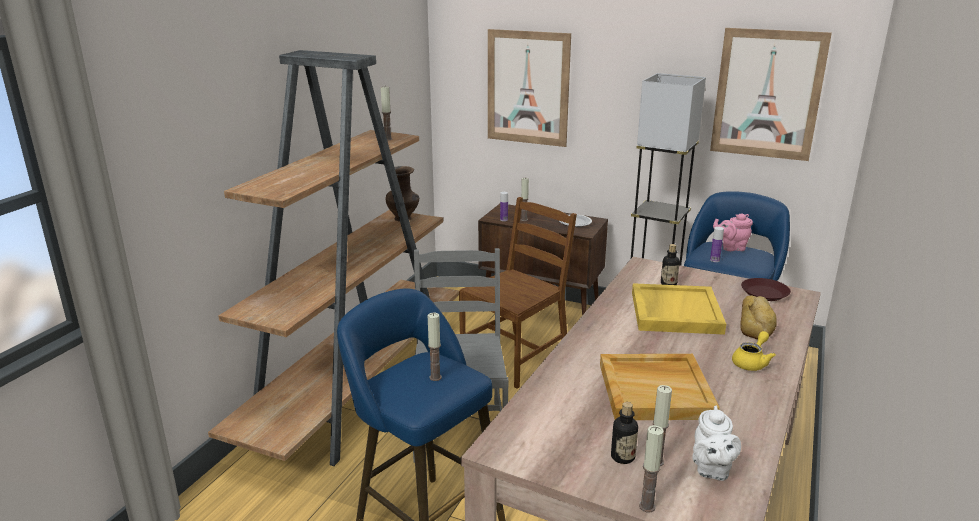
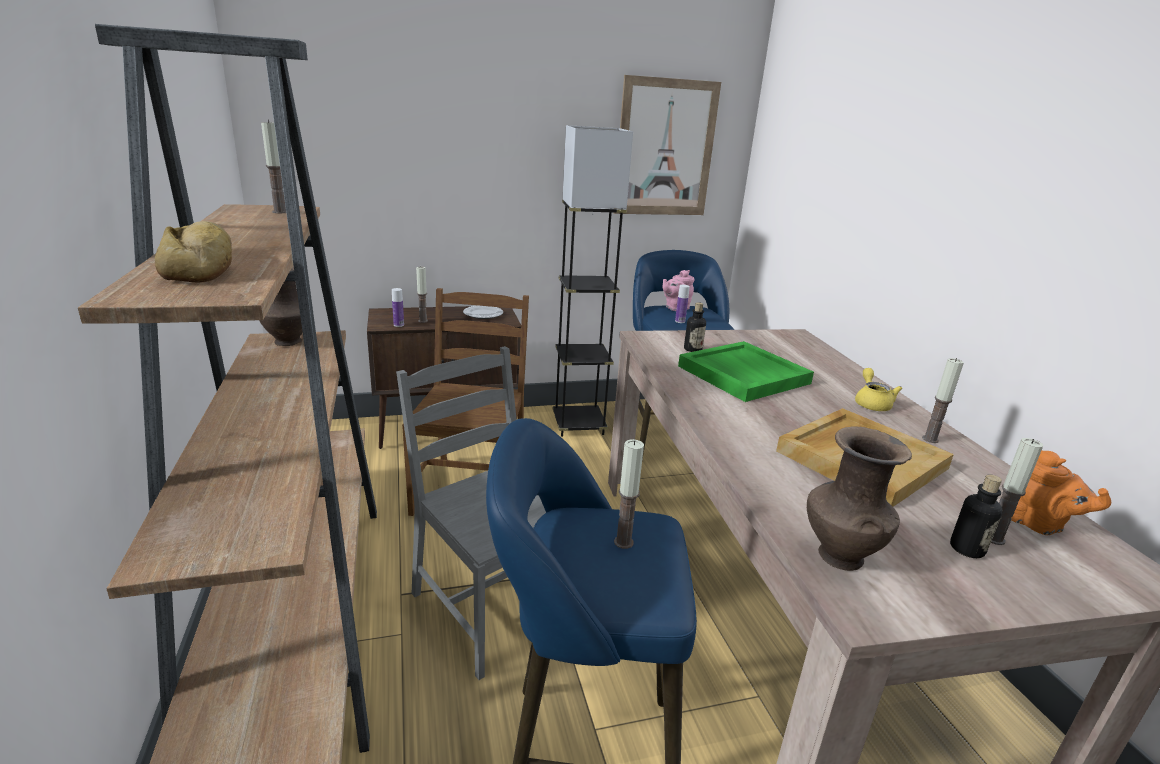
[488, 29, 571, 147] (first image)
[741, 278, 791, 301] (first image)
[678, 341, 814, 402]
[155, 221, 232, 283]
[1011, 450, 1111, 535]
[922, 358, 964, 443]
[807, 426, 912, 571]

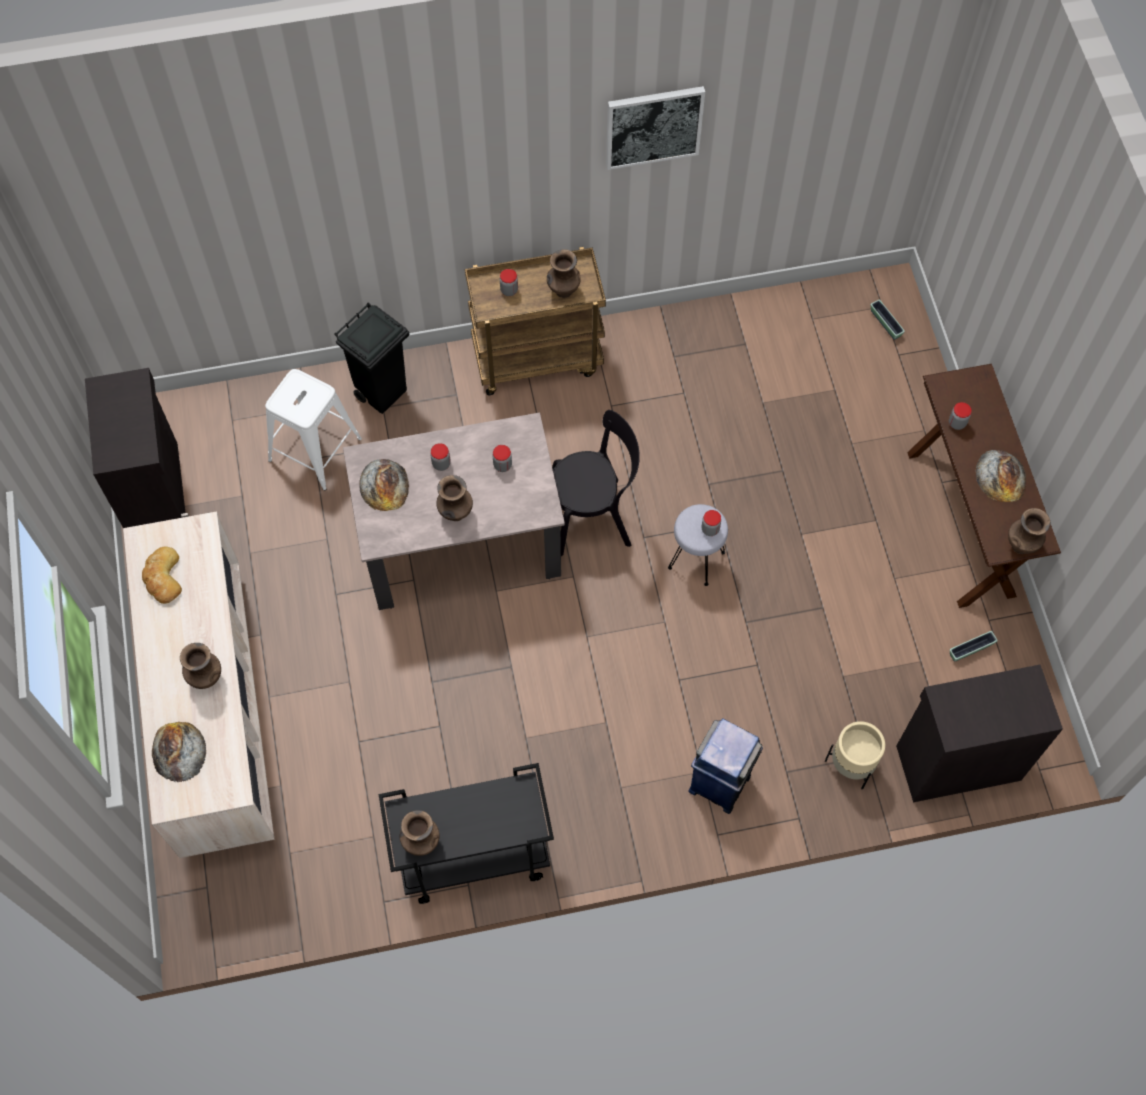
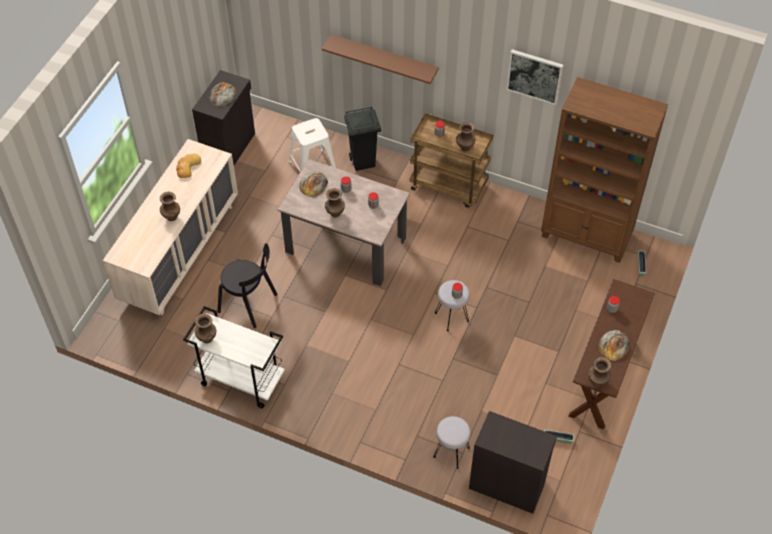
[217, 243, 277, 328]
[688, 718, 763, 814] (first image)
[433, 416, 470, 469]
[209, 82, 236, 107]
[183, 306, 285, 408]
[322, 34, 439, 84]
[541, 77, 668, 263]

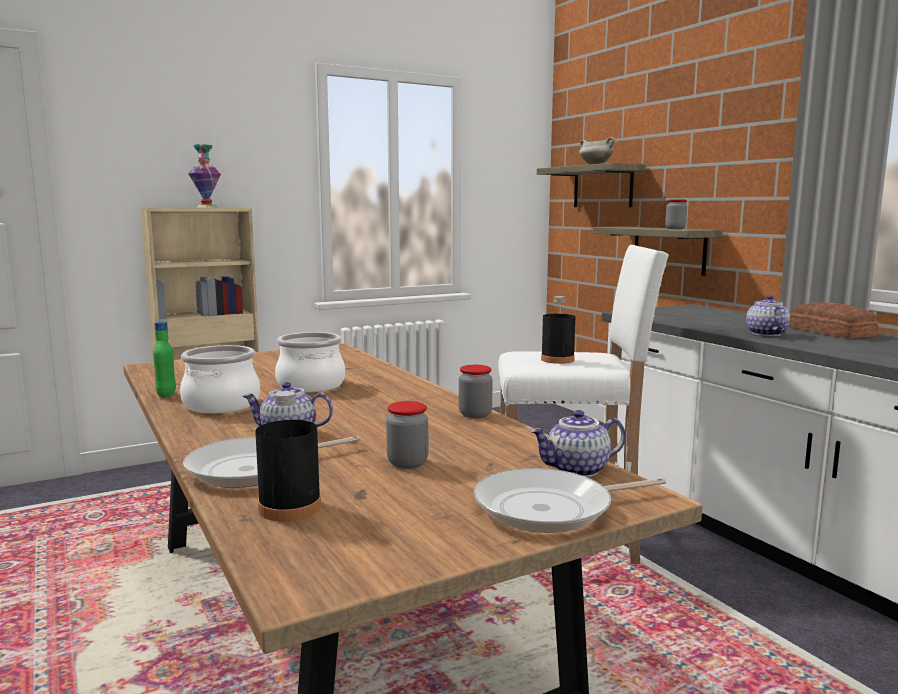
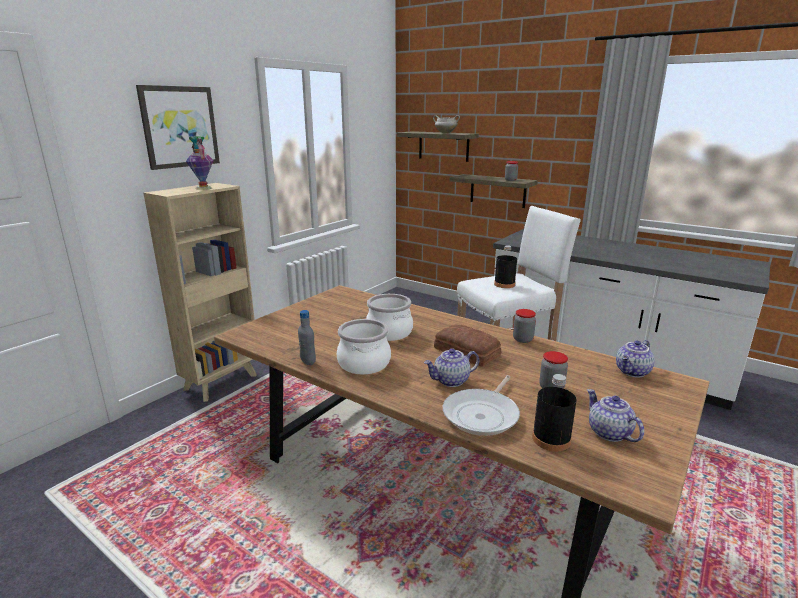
[587, 389, 644, 442]
[434, 324, 501, 367]
[298, 310, 316, 365]
[474, 468, 666, 533] (first image)
[136, 85, 220, 170]

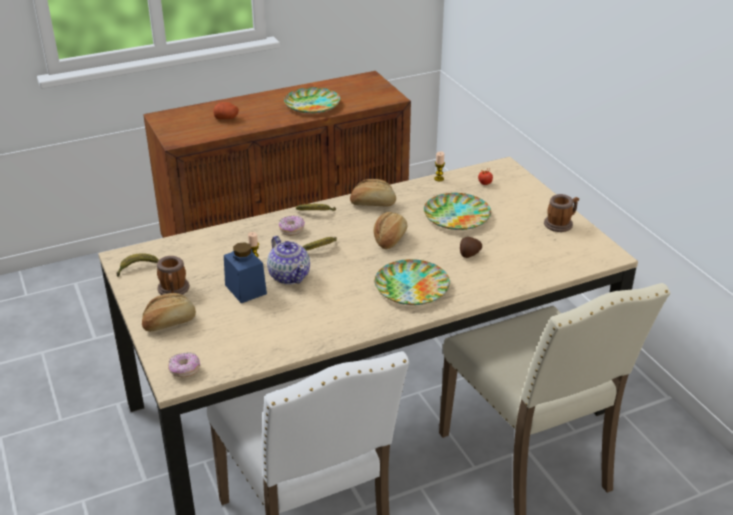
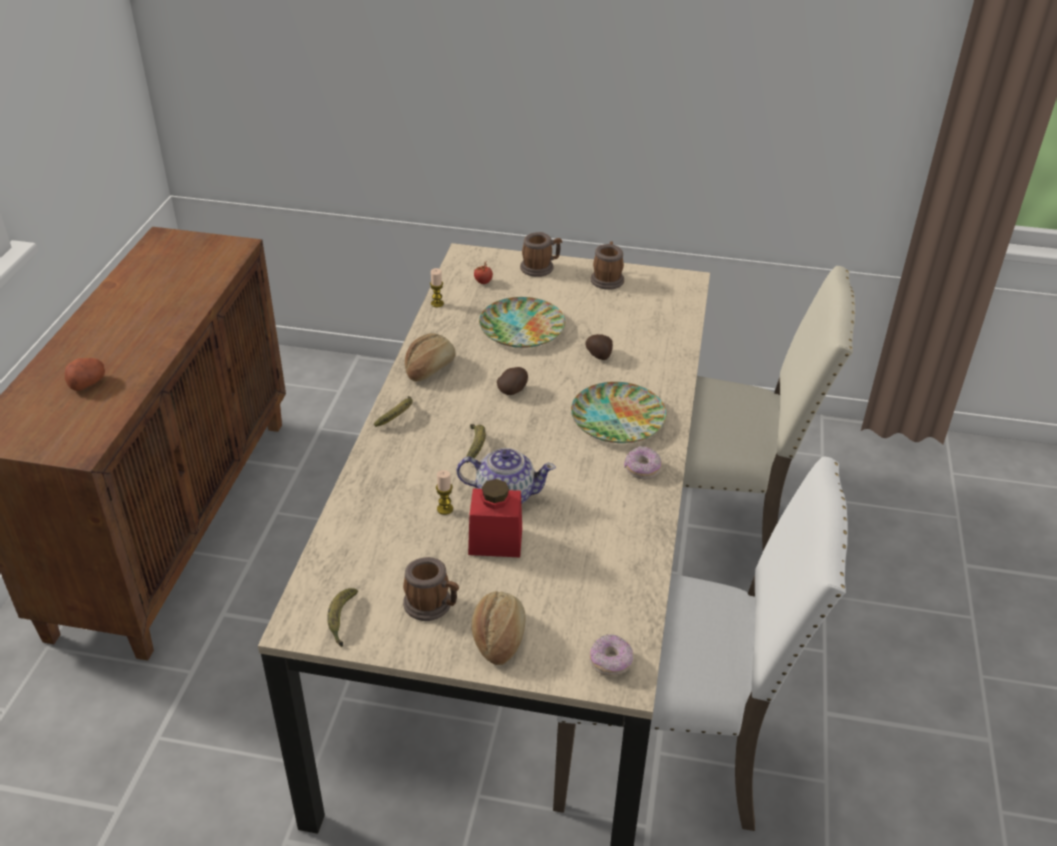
[284, 87, 340, 113] (first image)
[497, 367, 528, 395]
[624, 446, 662, 479]
[468, 479, 522, 557]
[520, 232, 562, 277]

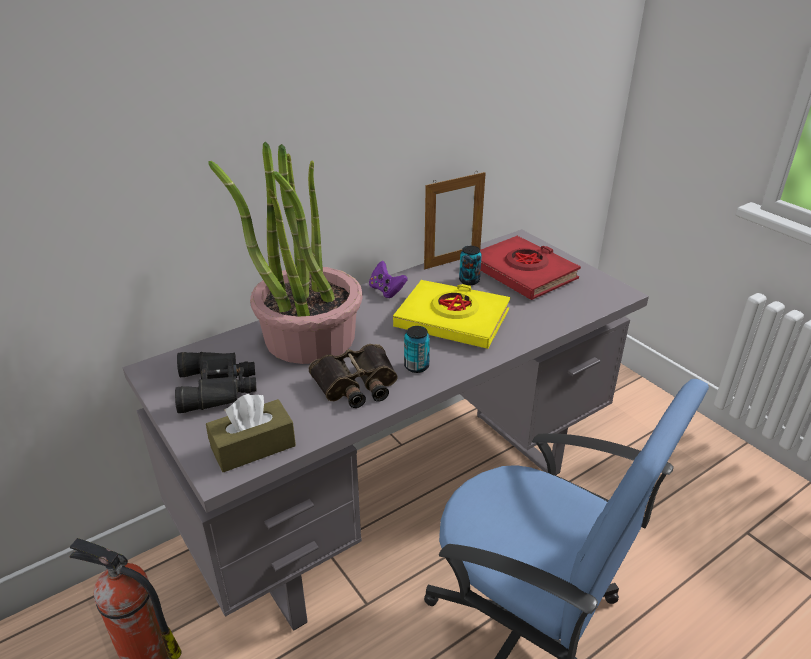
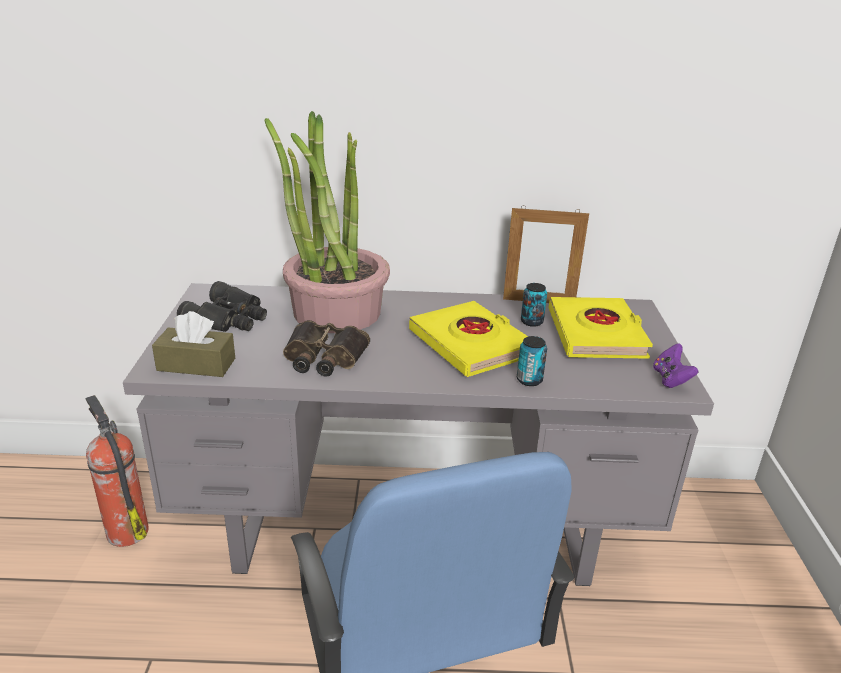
[549, 297, 653, 359]
[653, 344, 698, 388]
[517, 336, 547, 386]

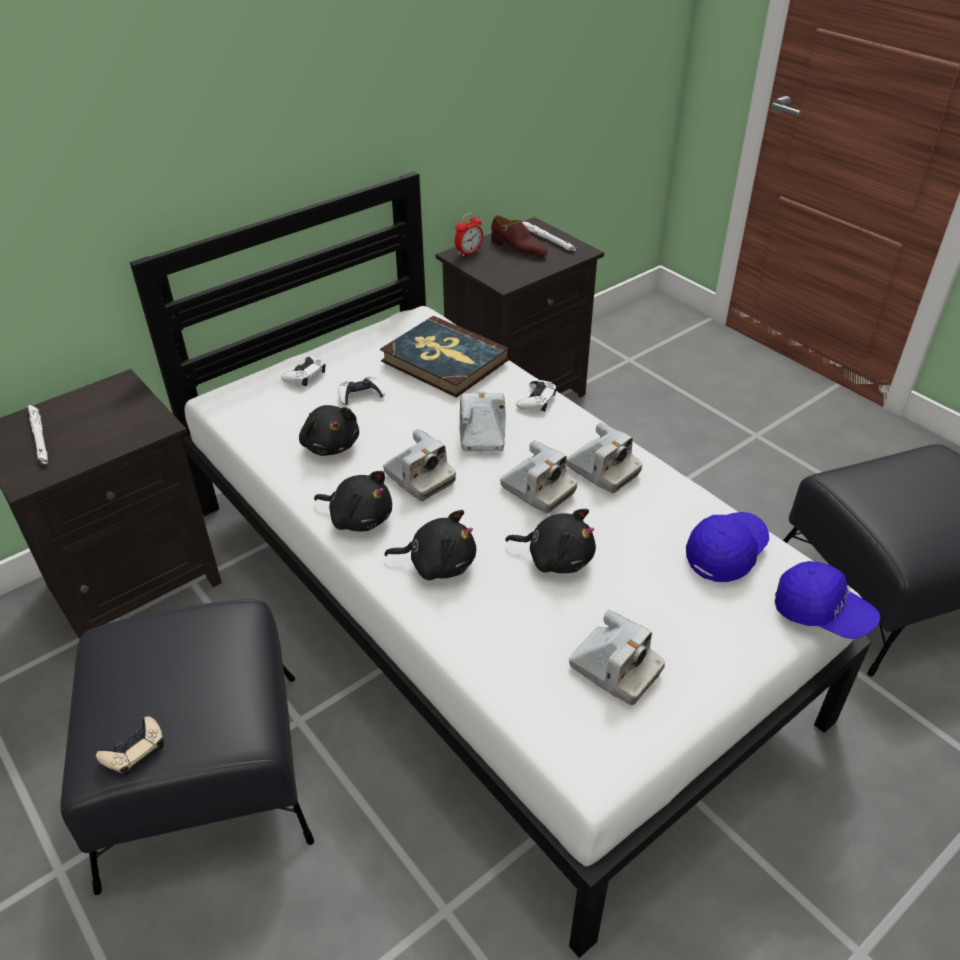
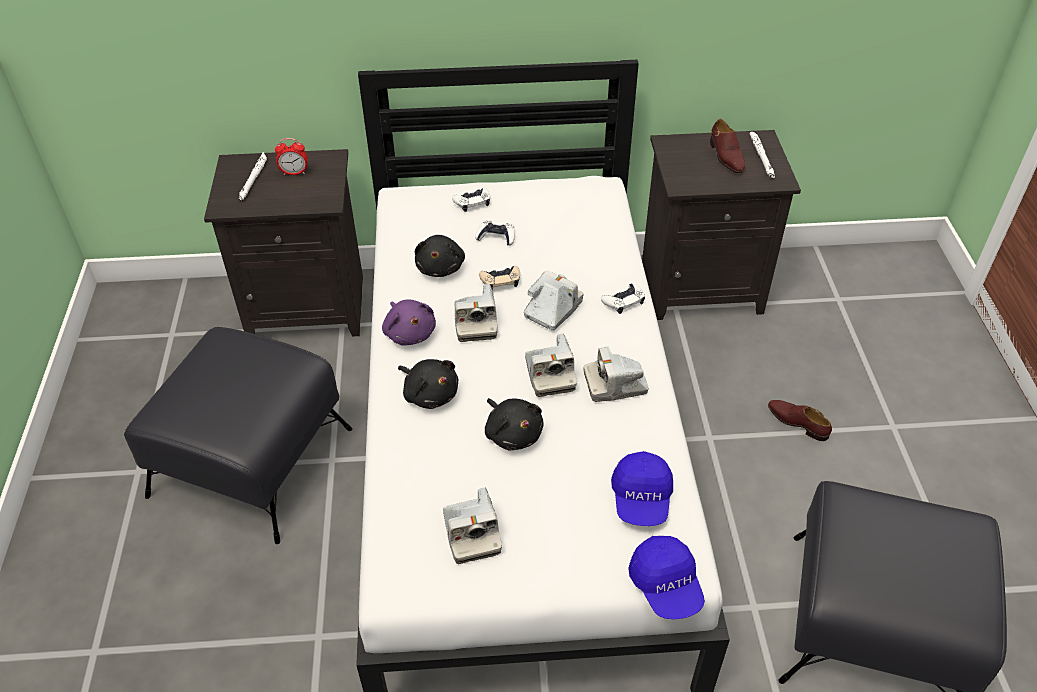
[275, 138, 308, 175]
[380, 316, 510, 398] (first image)
[583, 347, 649, 402]
[382, 299, 436, 346]
[611, 451, 673, 526]
[479, 266, 520, 290]
[768, 400, 832, 441]

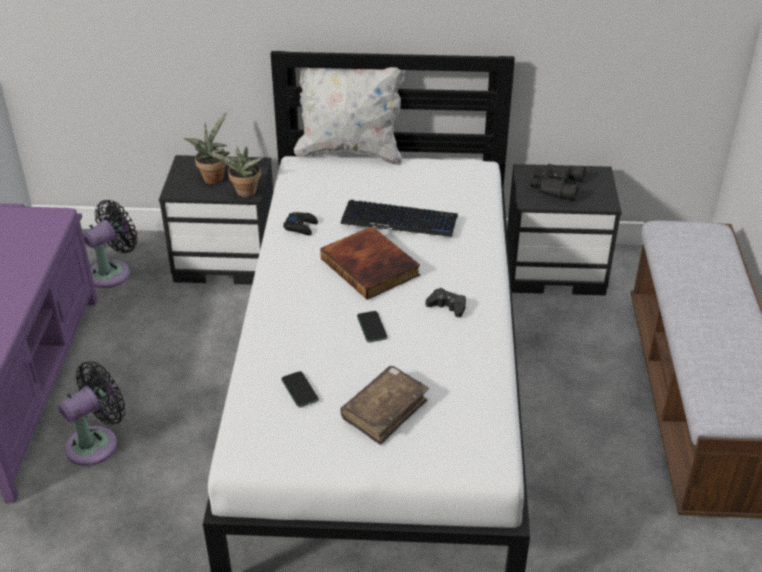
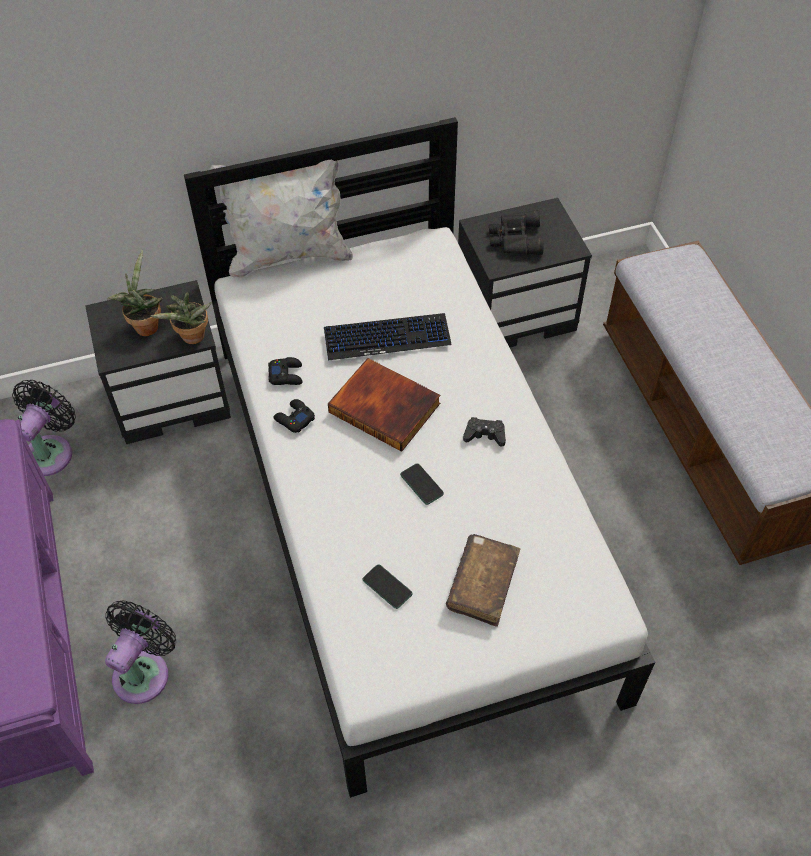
[273, 399, 315, 433]

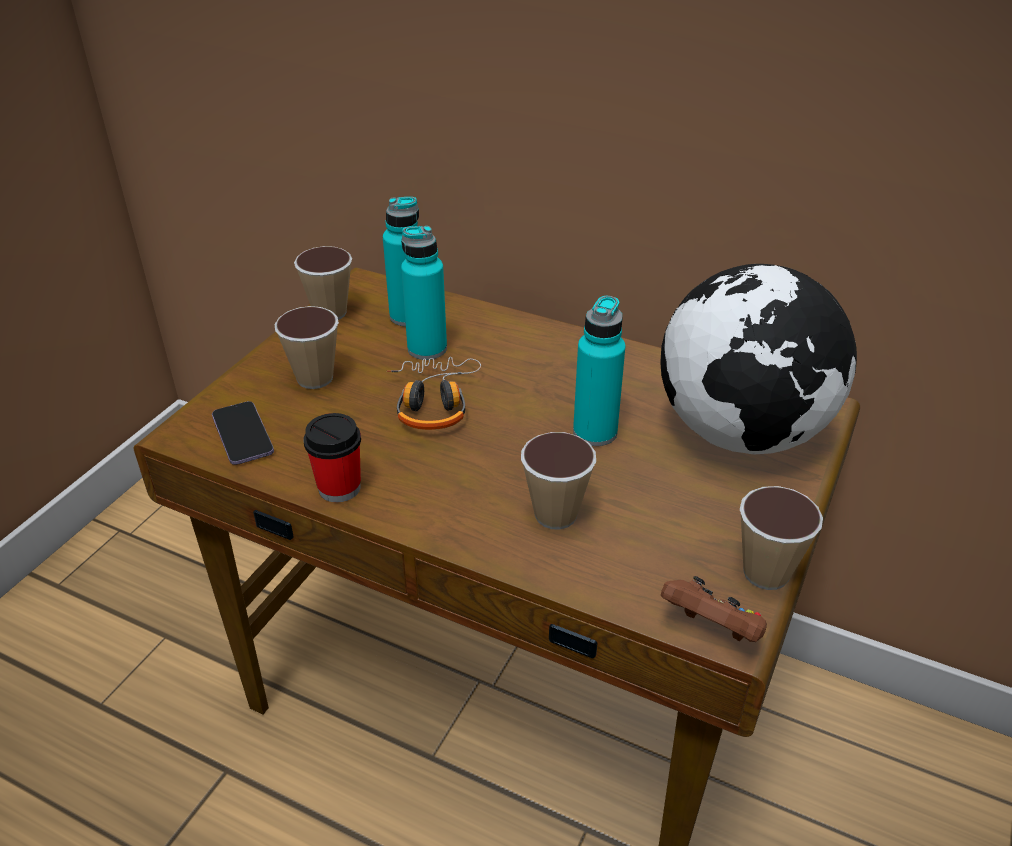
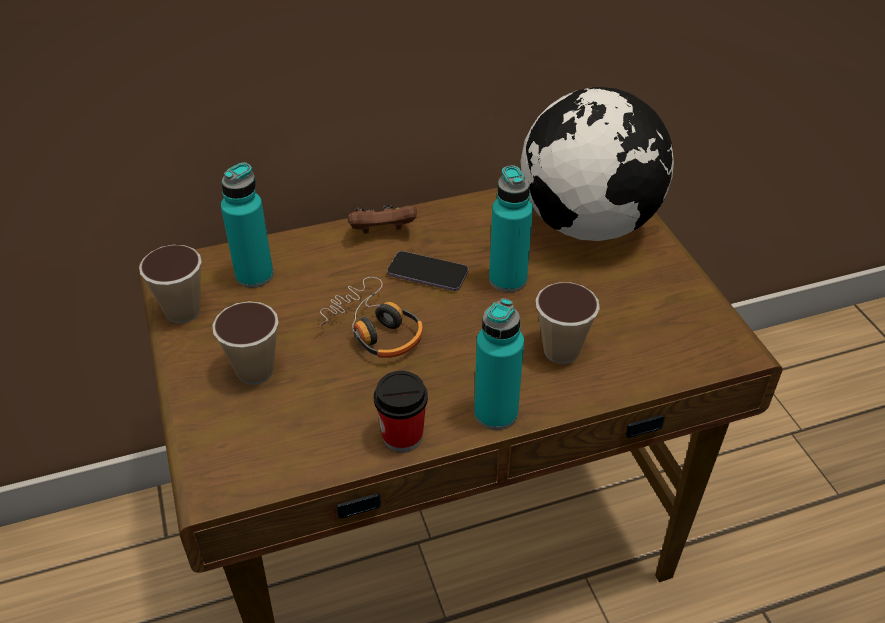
[474, 298, 524, 430]
[387, 251, 468, 291]
[740, 486, 823, 590] (first image)
[348, 205, 417, 234]

